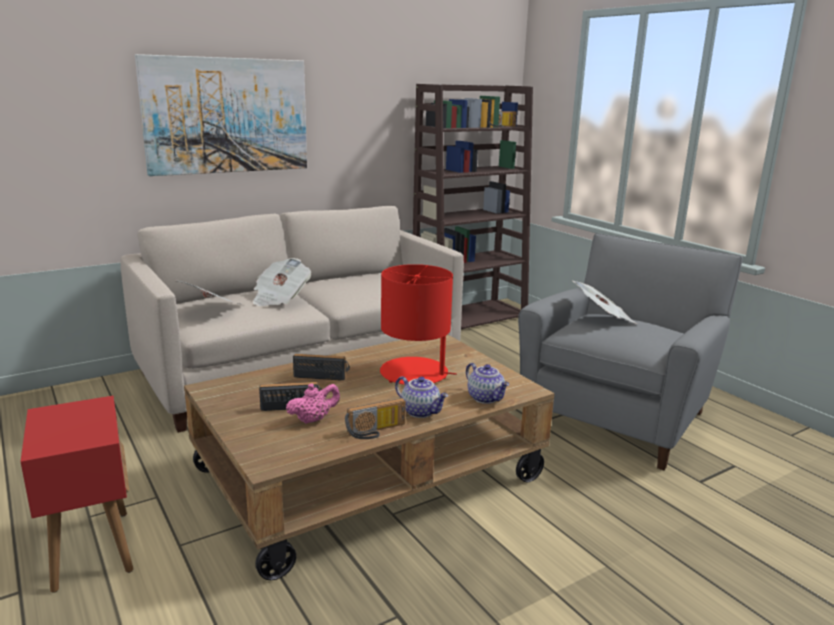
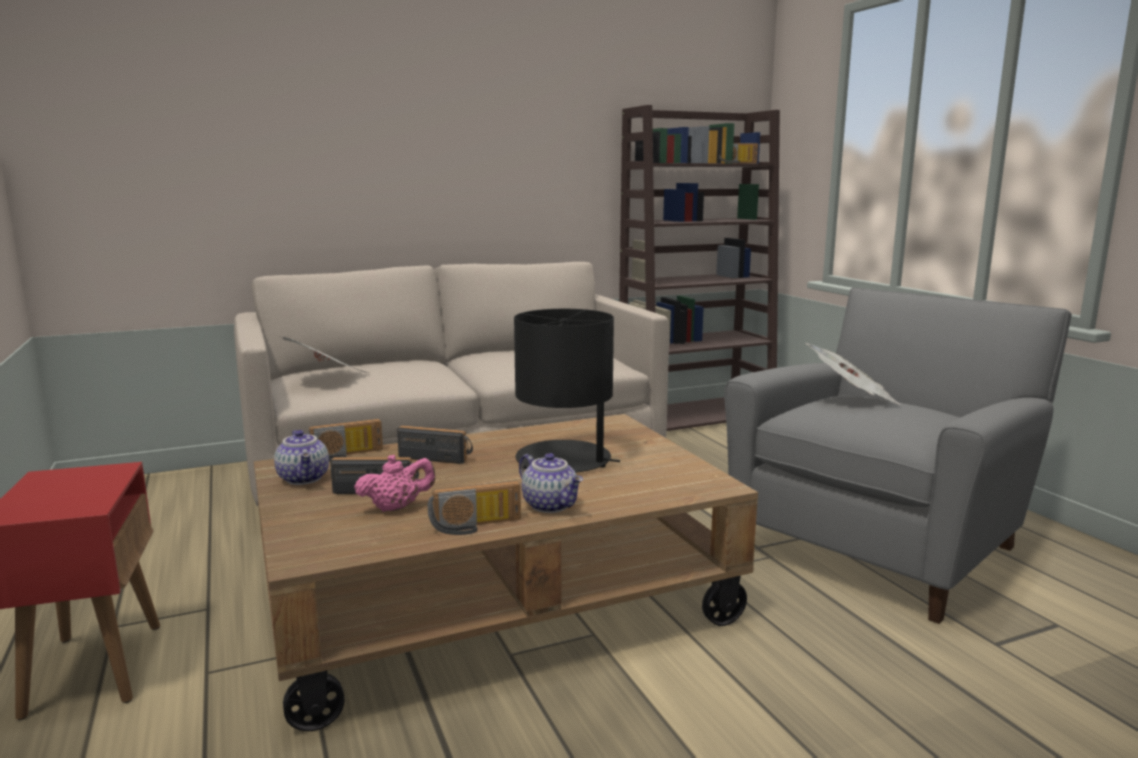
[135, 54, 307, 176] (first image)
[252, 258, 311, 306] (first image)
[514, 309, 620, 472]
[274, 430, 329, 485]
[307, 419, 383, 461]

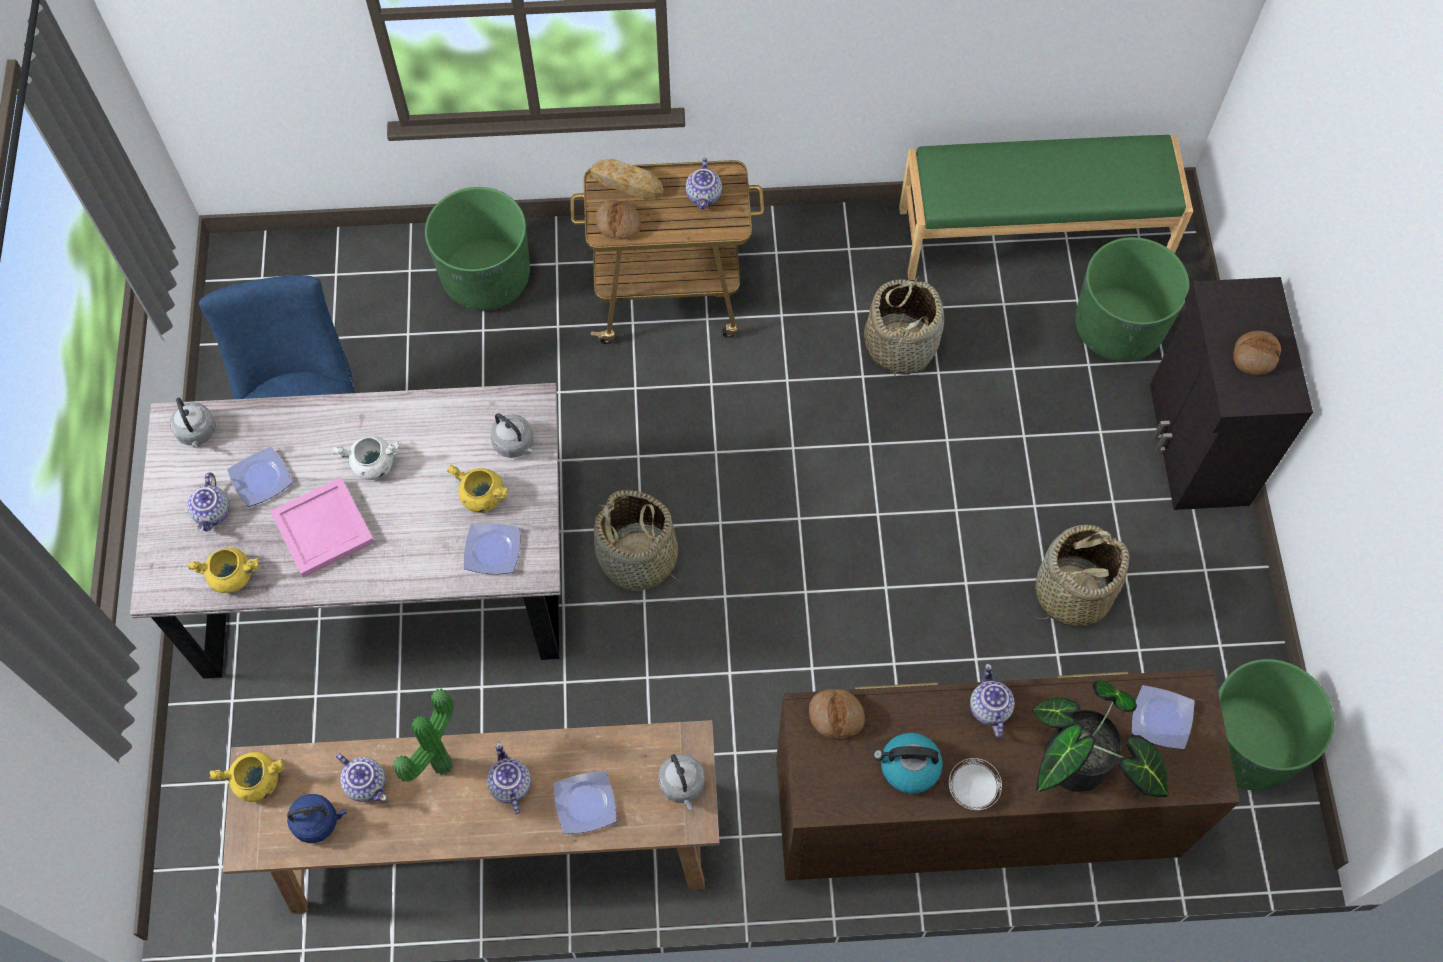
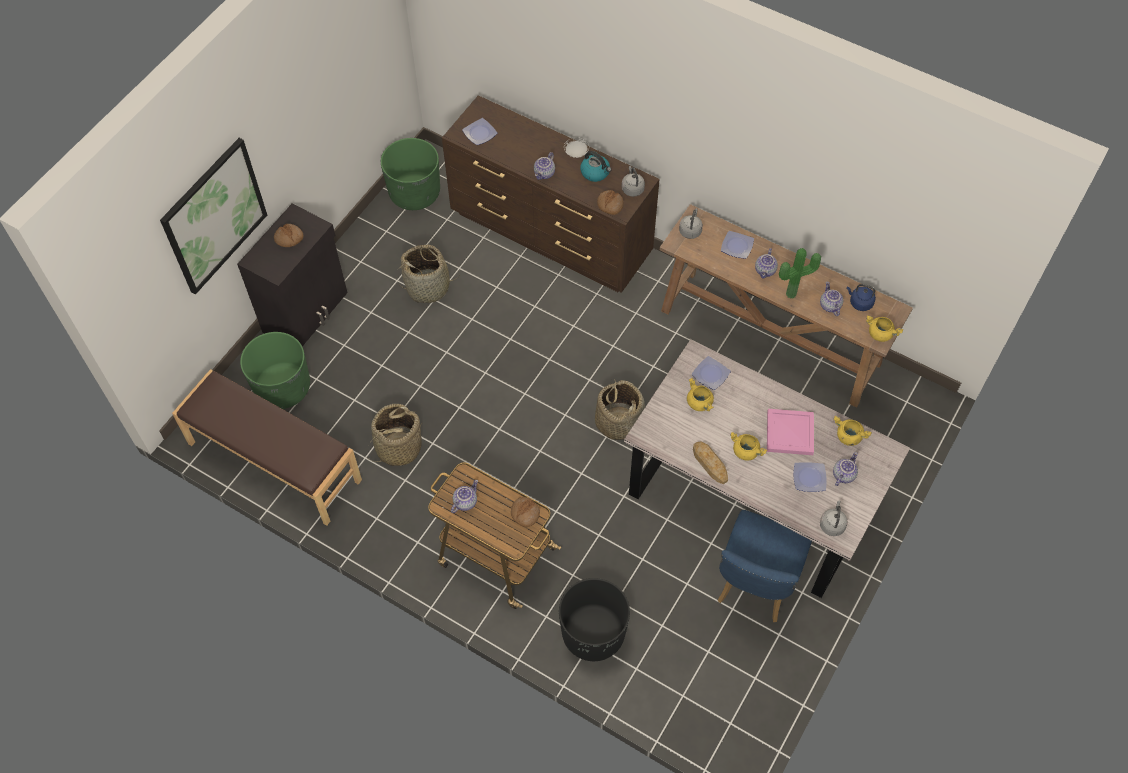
[172, 369, 362, 526]
[693, 441, 728, 484]
[559, 578, 630, 661]
[622, 166, 645, 197]
[730, 432, 767, 461]
[1032, 680, 1168, 797] (first image)
[160, 138, 267, 294]

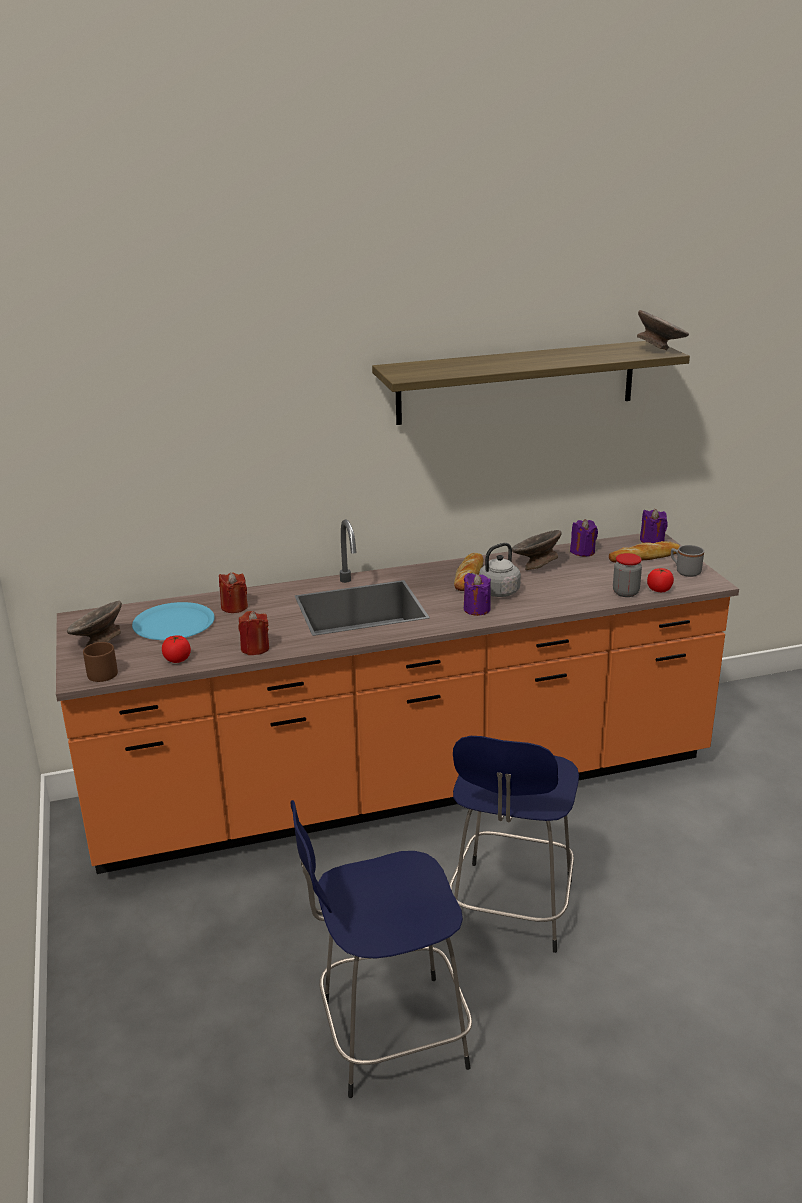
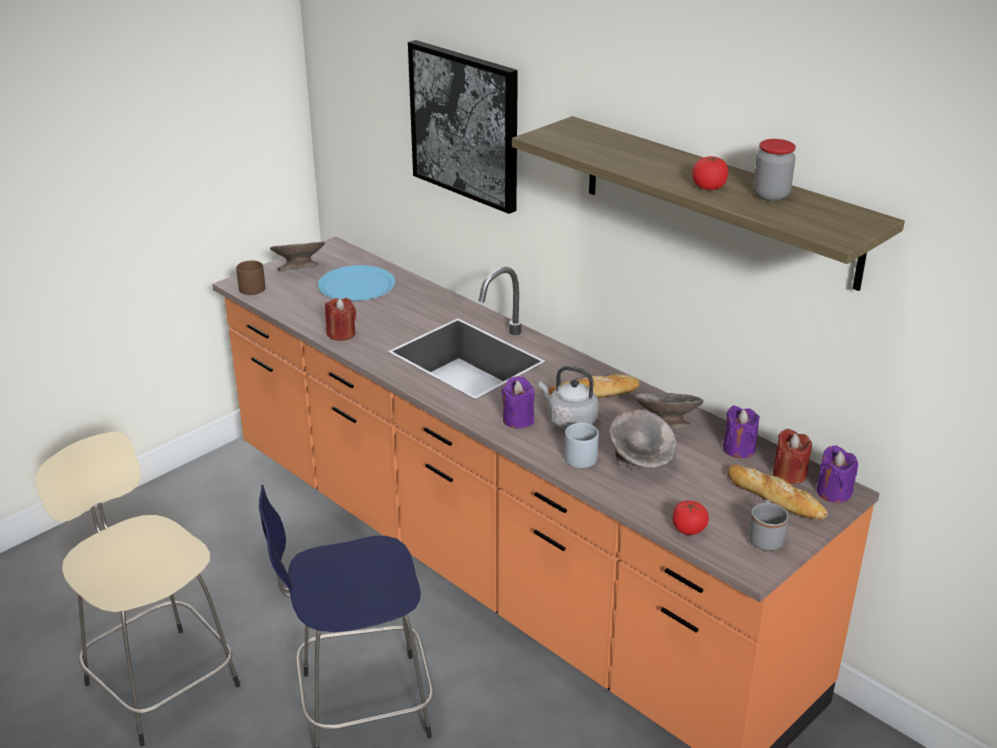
[609, 409, 677, 470]
[753, 139, 796, 201]
[773, 429, 812, 484]
[692, 156, 728, 190]
[35, 432, 240, 746]
[408, 40, 518, 214]
[564, 423, 599, 468]

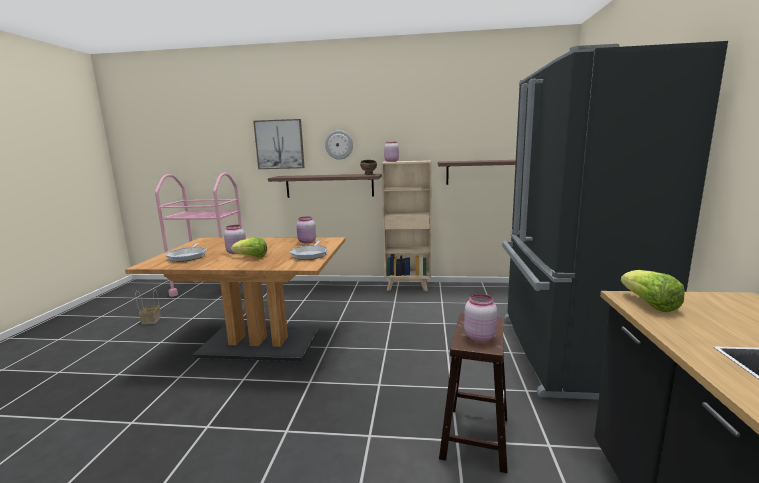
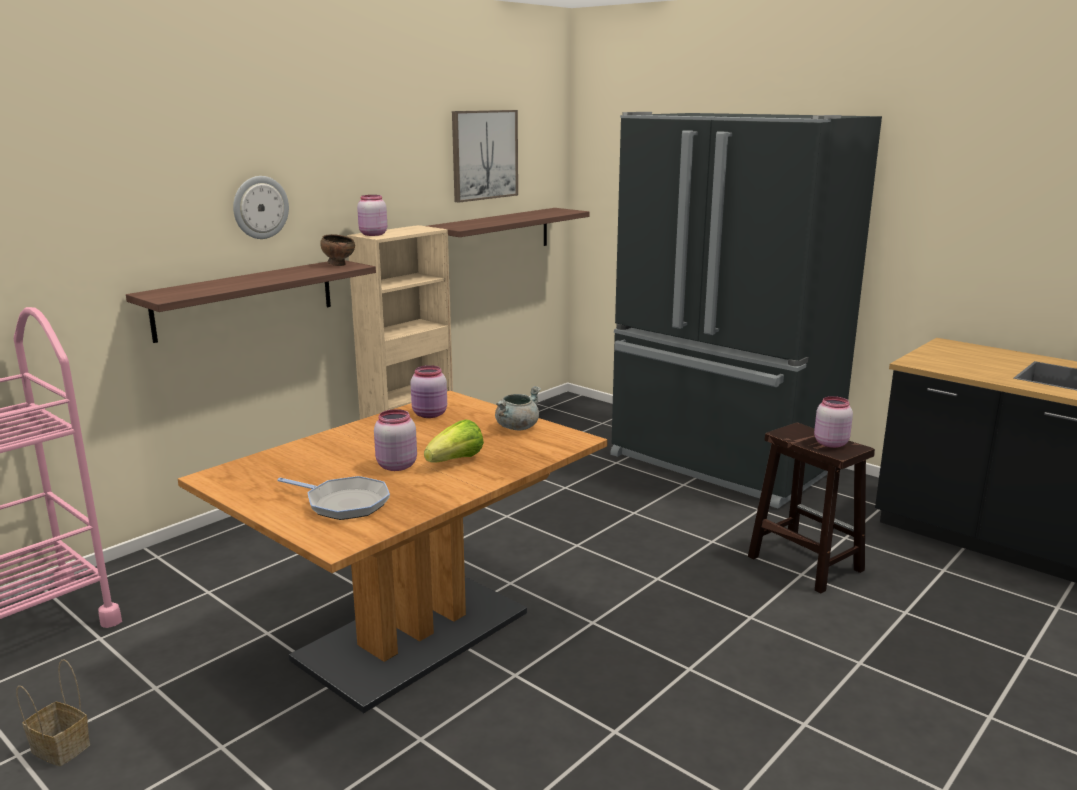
[452, 110, 518, 202]
[495, 386, 541, 430]
[621, 270, 685, 312] (first image)

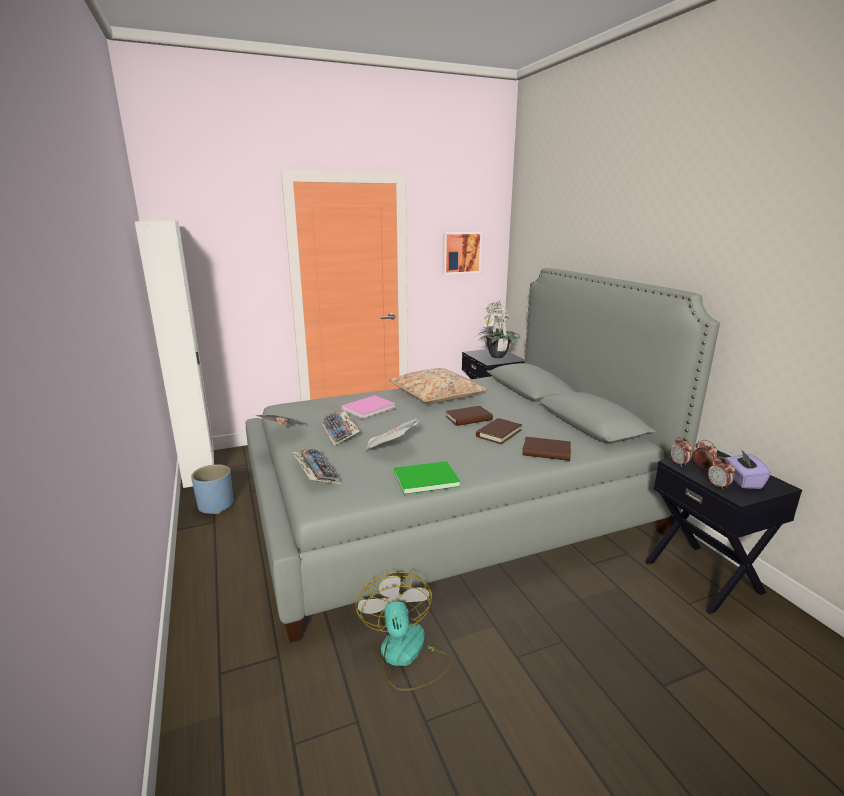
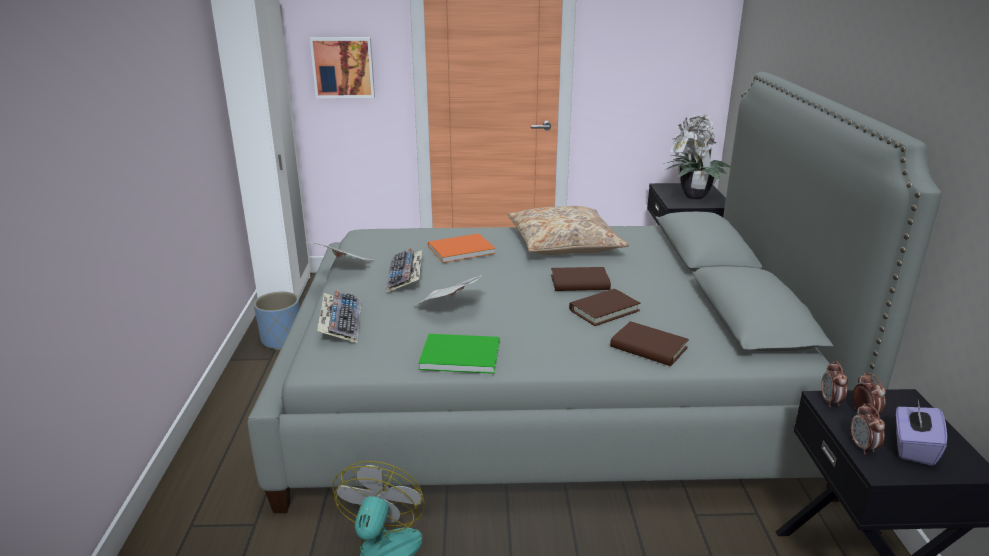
[310, 37, 375, 98]
[428, 233, 496, 263]

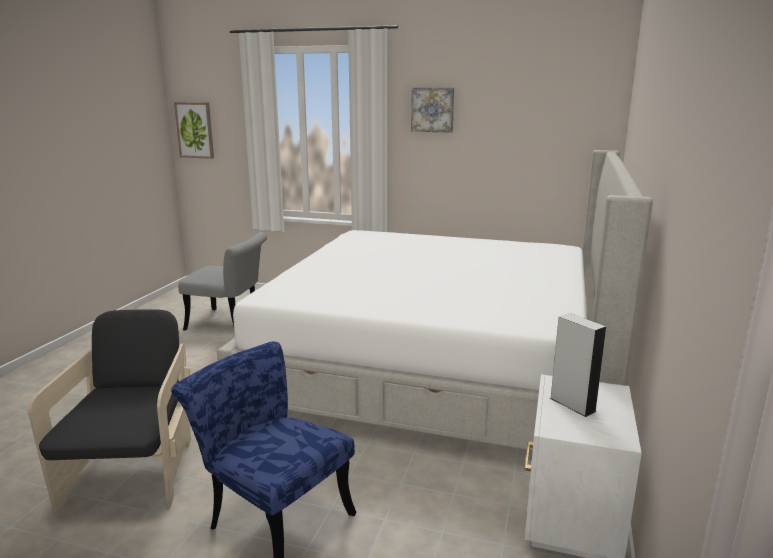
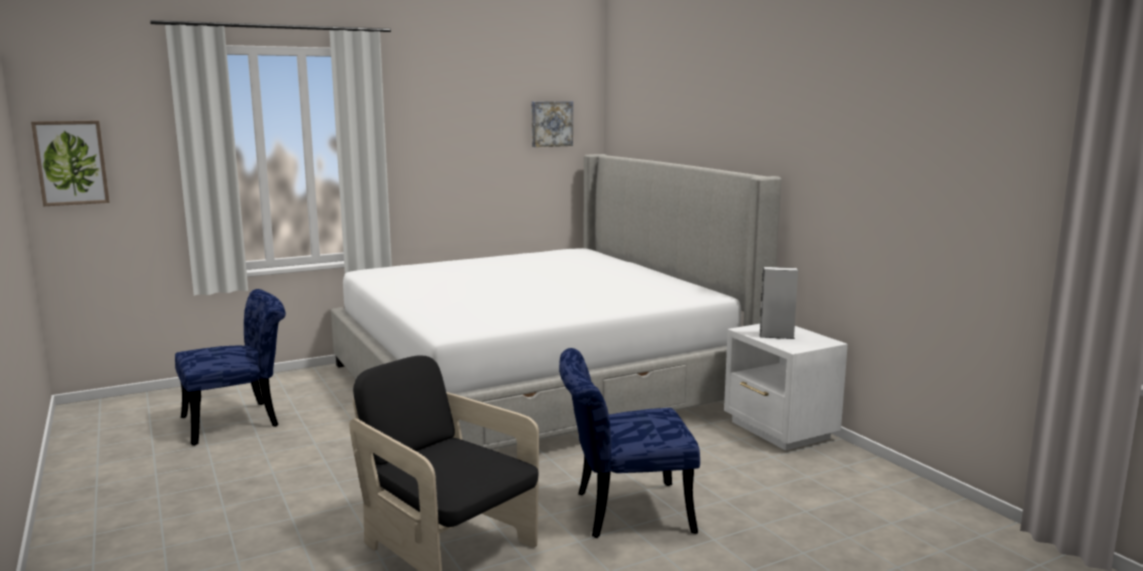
[532, 101, 573, 147]
[175, 289, 286, 446]

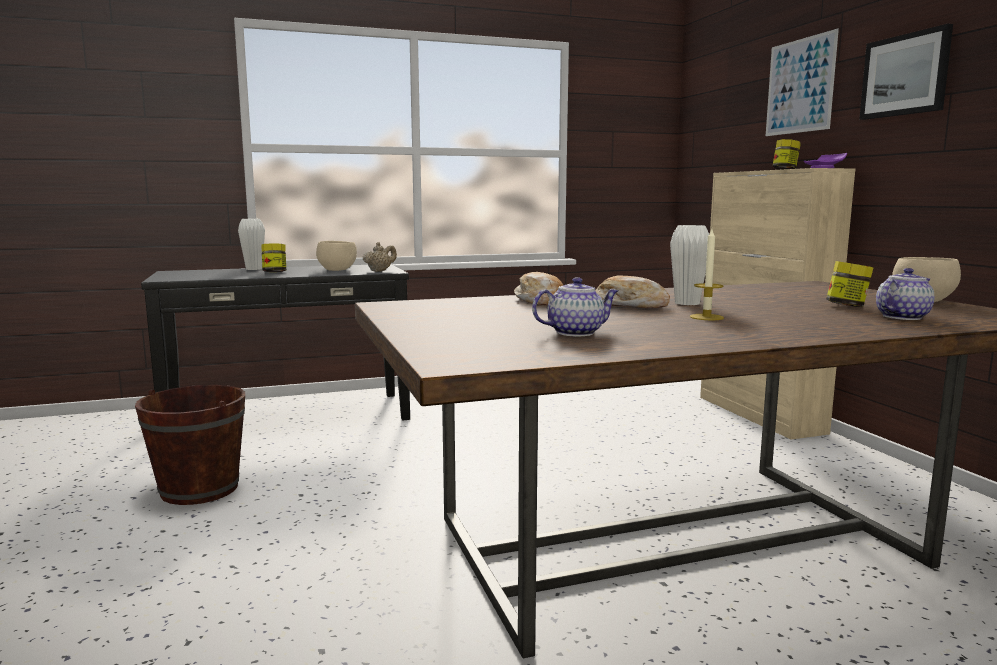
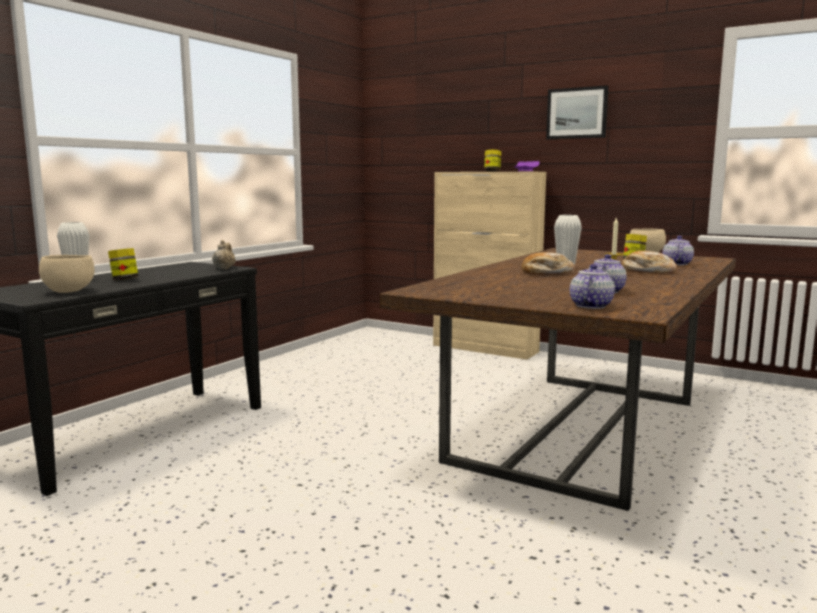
[766, 29, 839, 136] (first image)
[39, 255, 95, 293]
[621, 251, 677, 273]
[135, 385, 245, 505] (first image)
[570, 264, 615, 309]

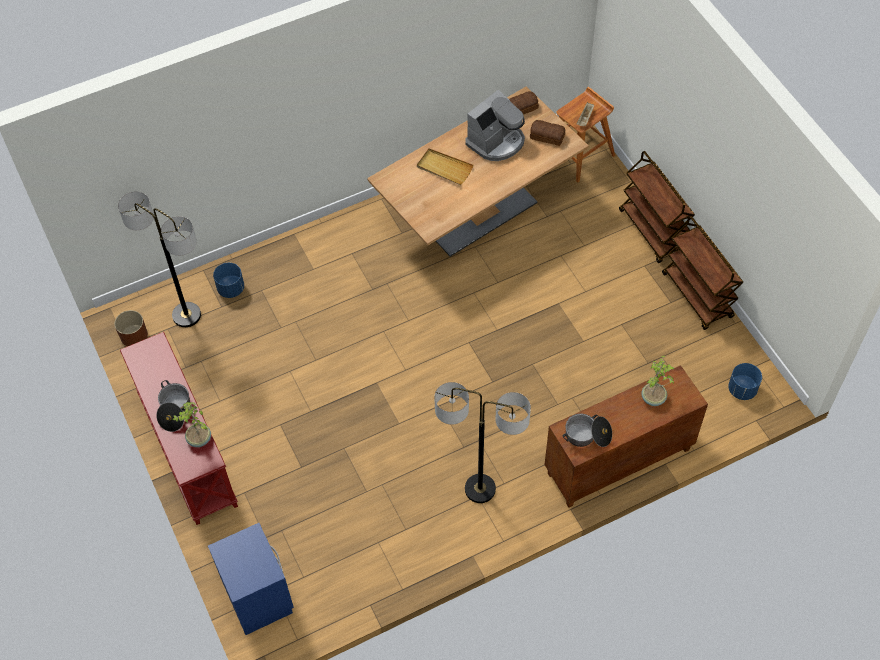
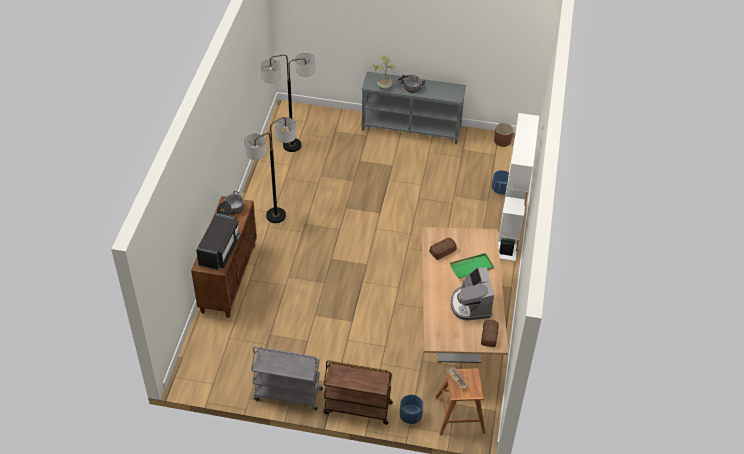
[429, 238, 457, 260]
[450, 253, 494, 279]
[261, 53, 316, 152]
[251, 346, 323, 410]
[361, 72, 466, 144]
[196, 212, 240, 270]
[400, 395, 423, 424]
[208, 523, 294, 635] (first image)
[498, 113, 539, 262]

